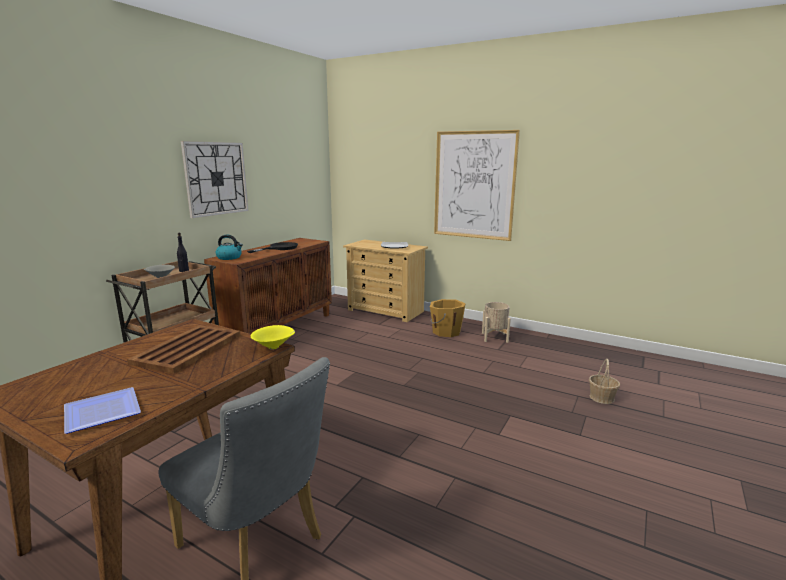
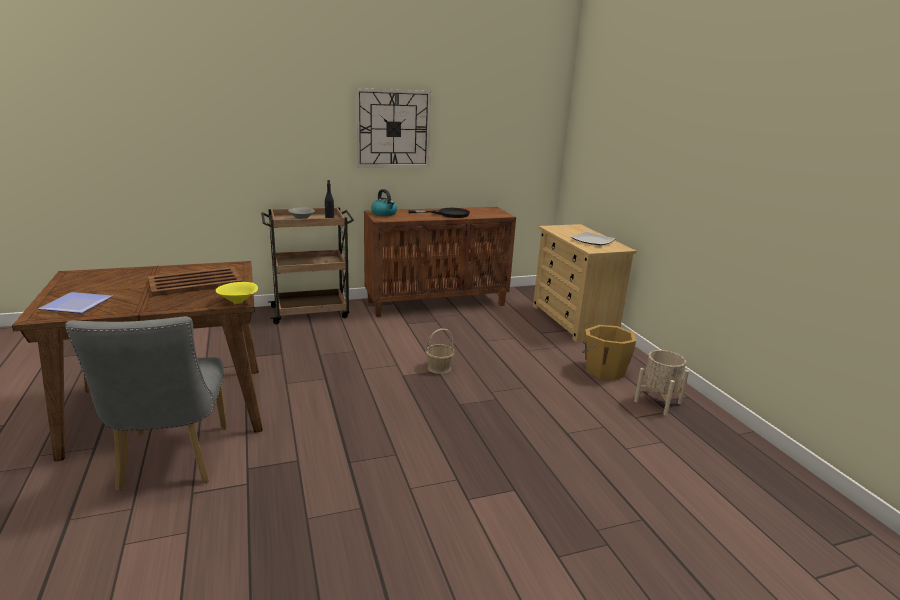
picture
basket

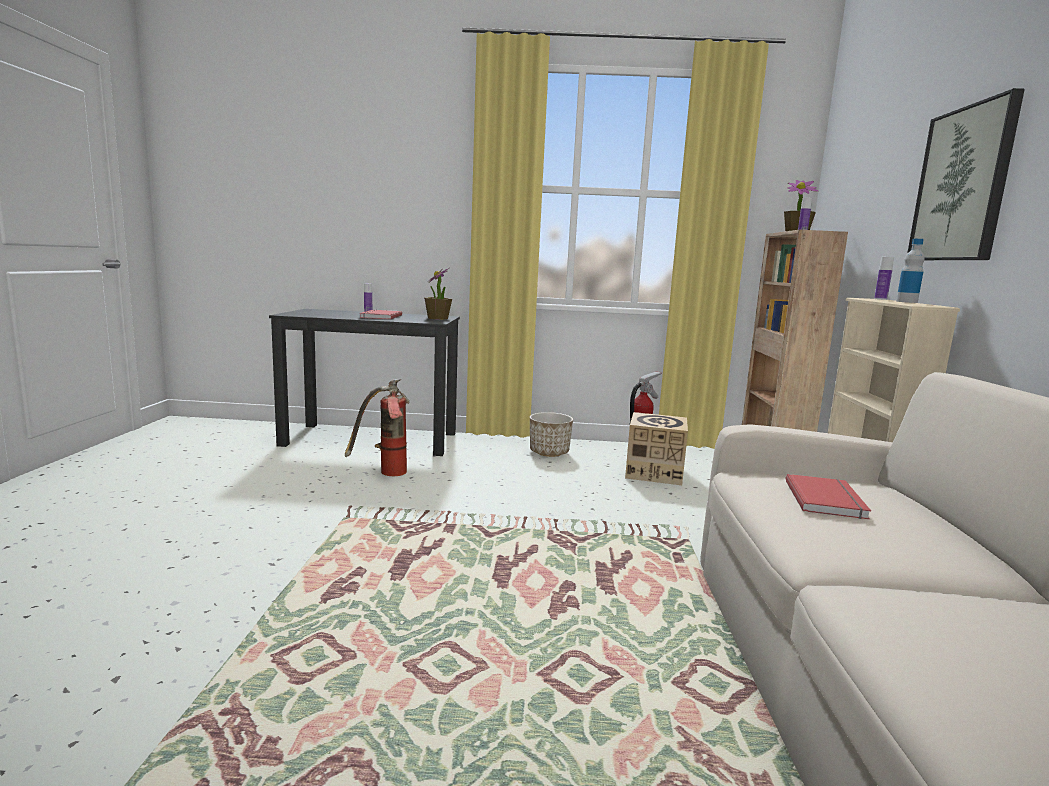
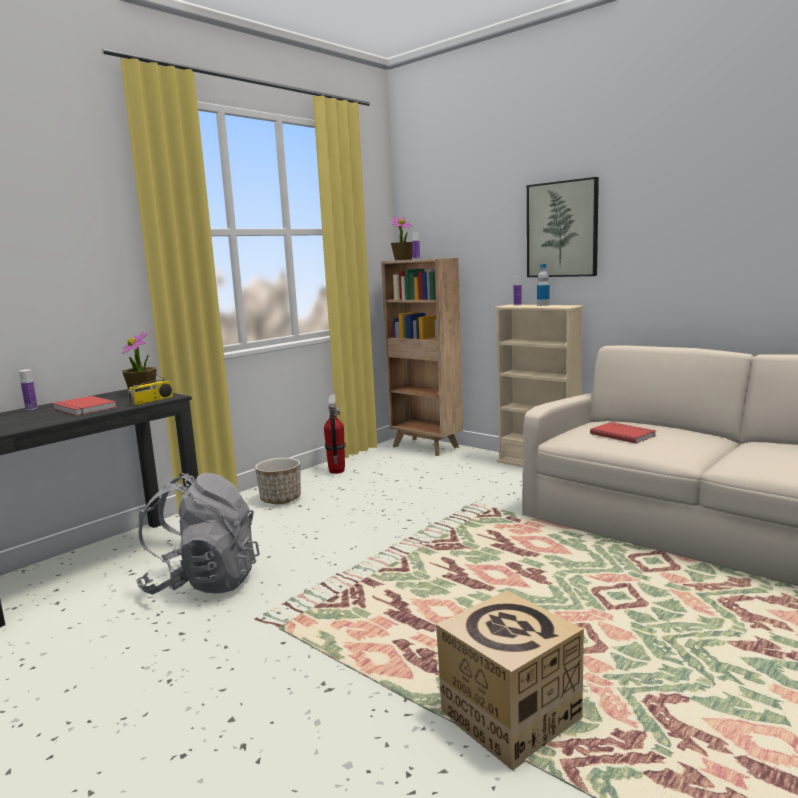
grey backpack
cardboard box
radio

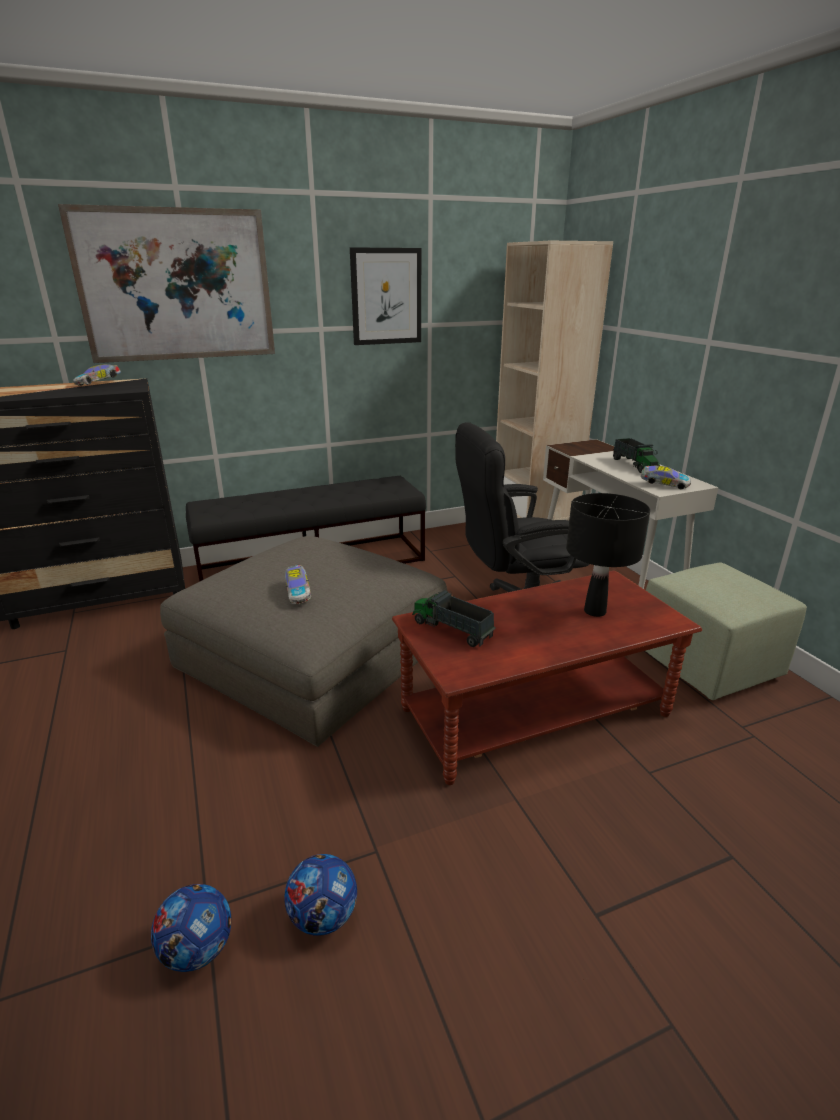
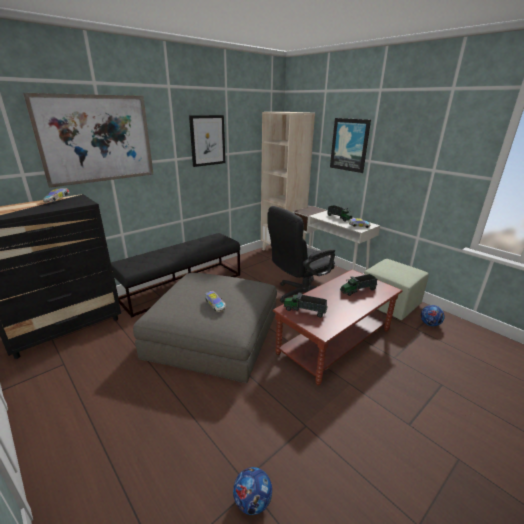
football (2nd from left)
toy truck (3rd from left)
picture (3rd from left)

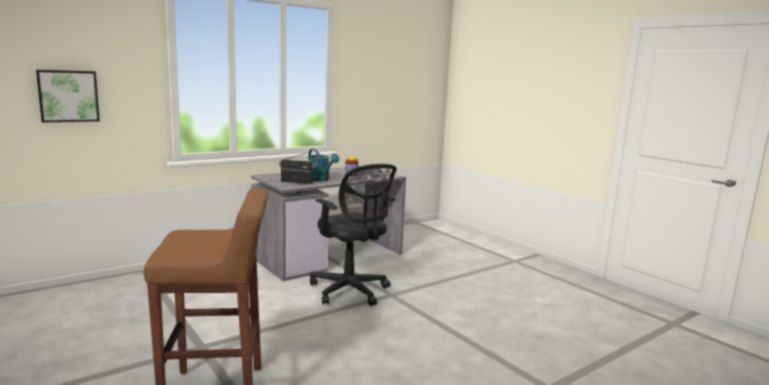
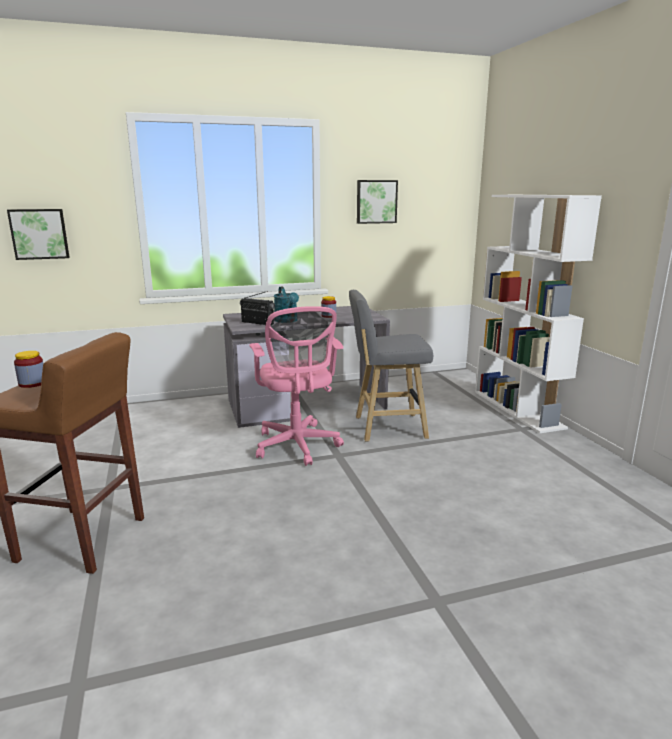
pink office chair
jar (1st from left)
grey stool
picture (2nd from left)
white bookcase

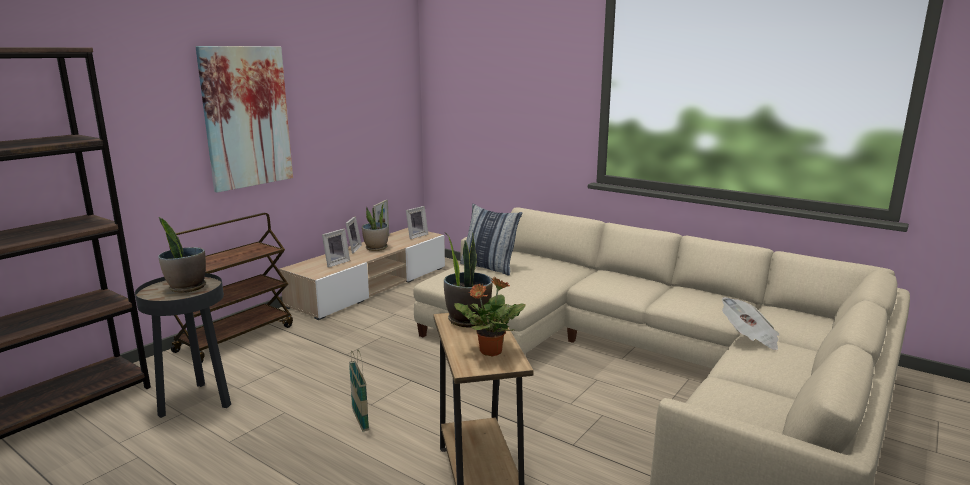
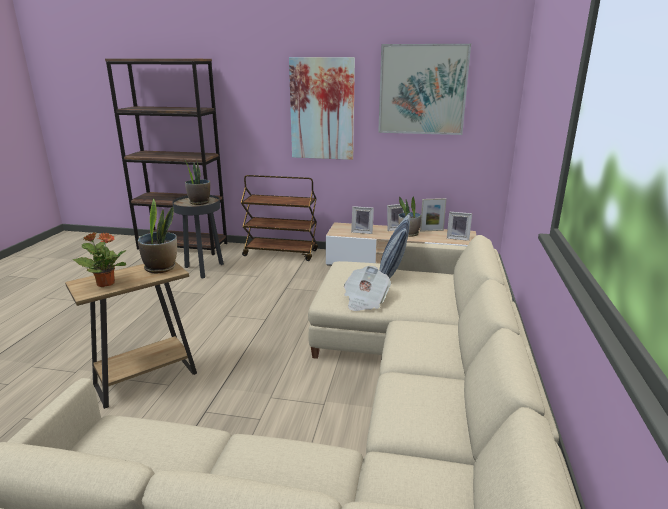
basket
newspaper
picture (2nd from left)

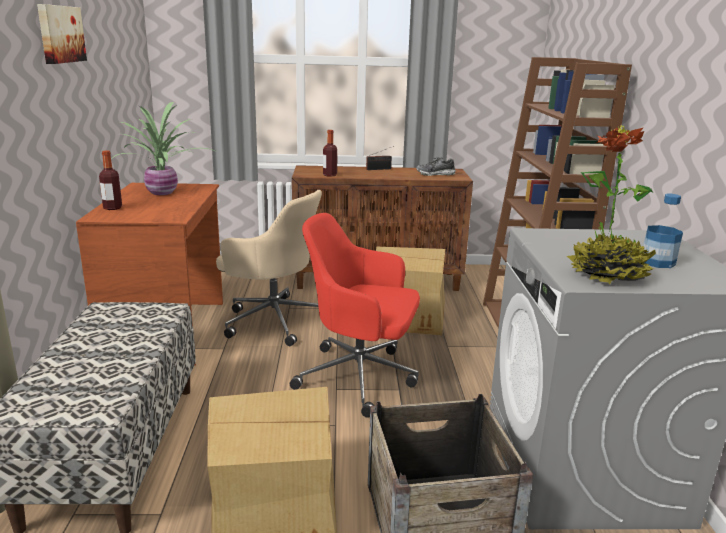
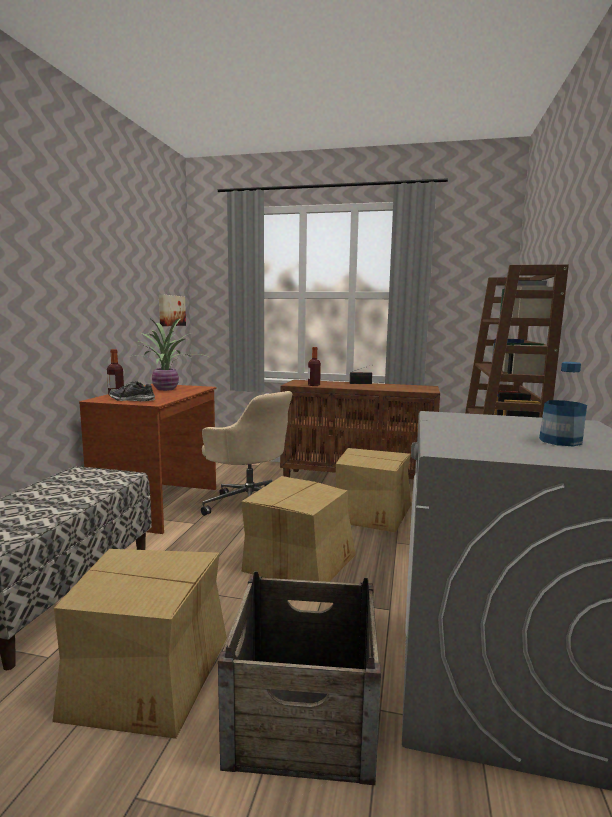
picture
cardboard box (2nd from left)
shoe
potted plant (2nd from left in the first image)

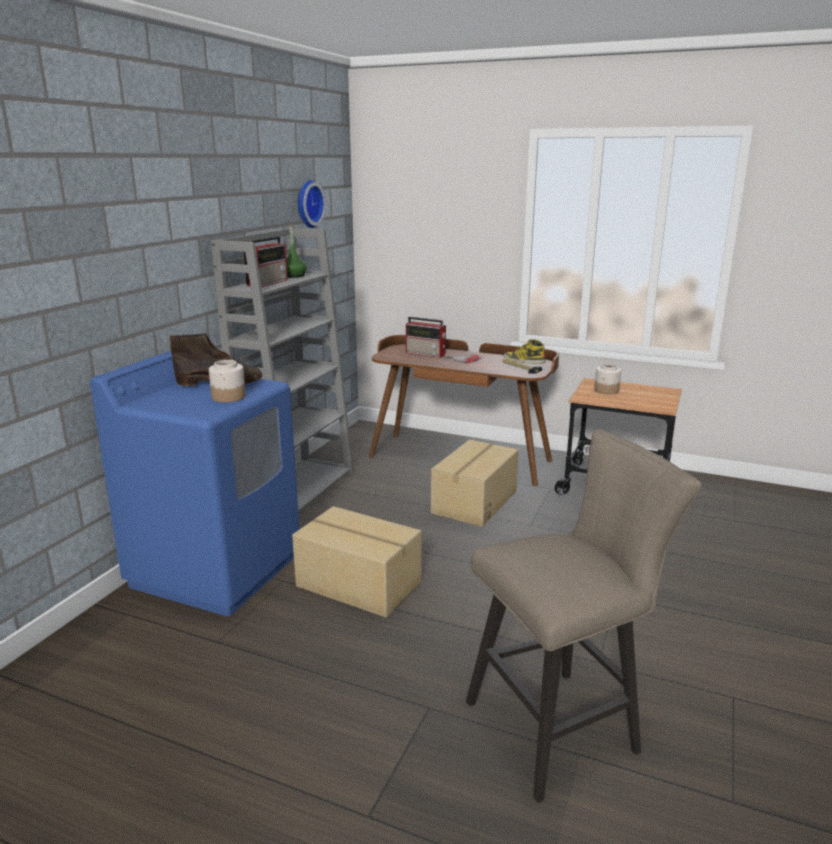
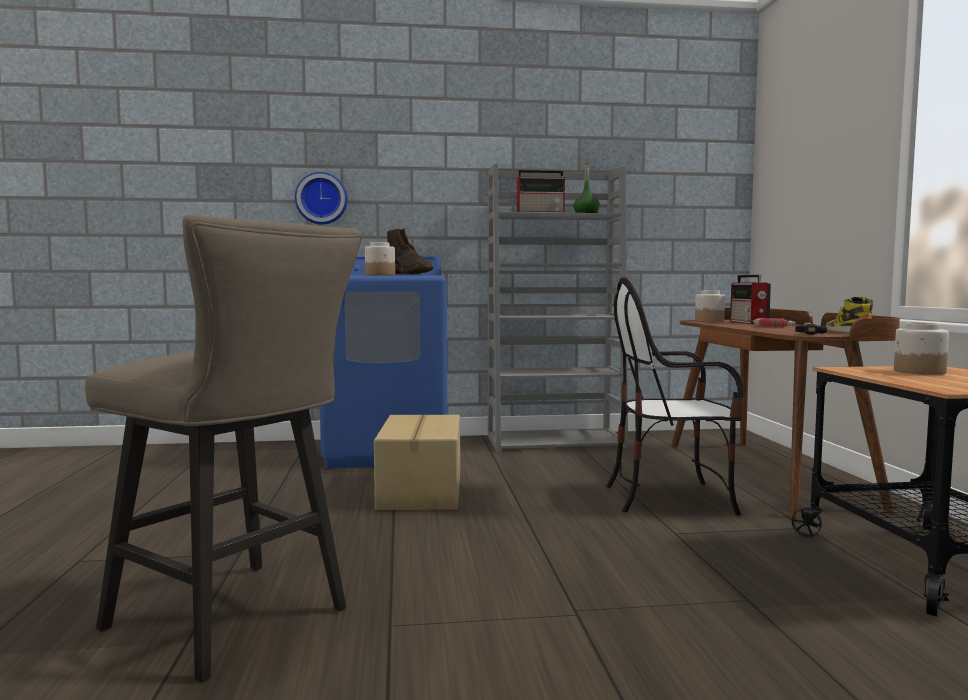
wall clock
chair
jar (2nd from left)

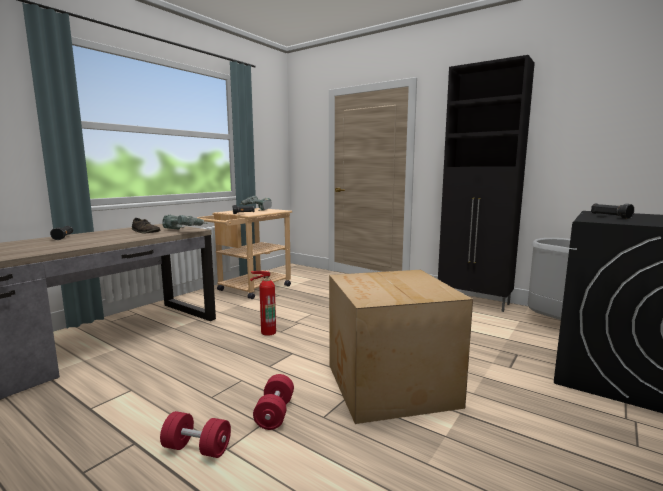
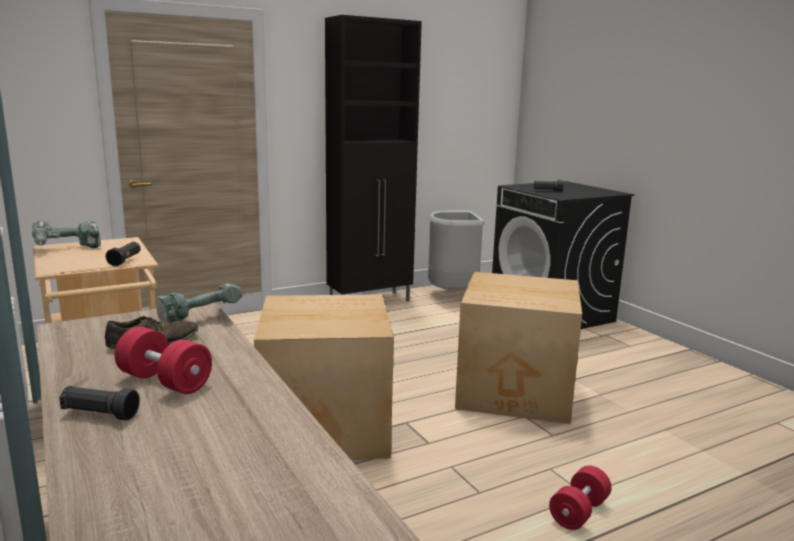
cardboard box (1st from left)
red dumbbell (1st from left)

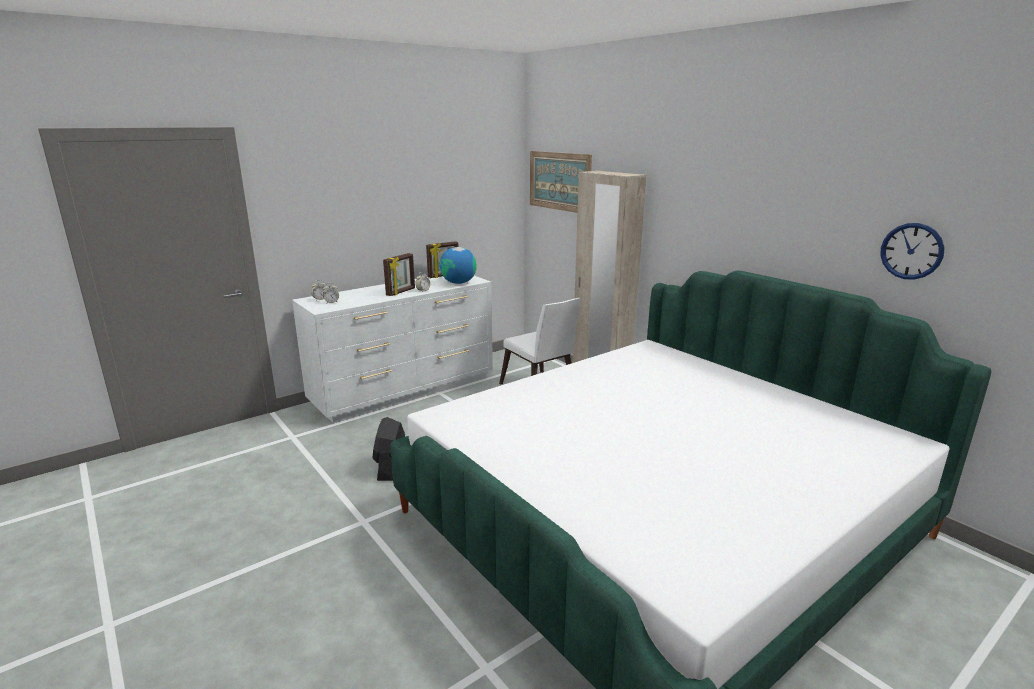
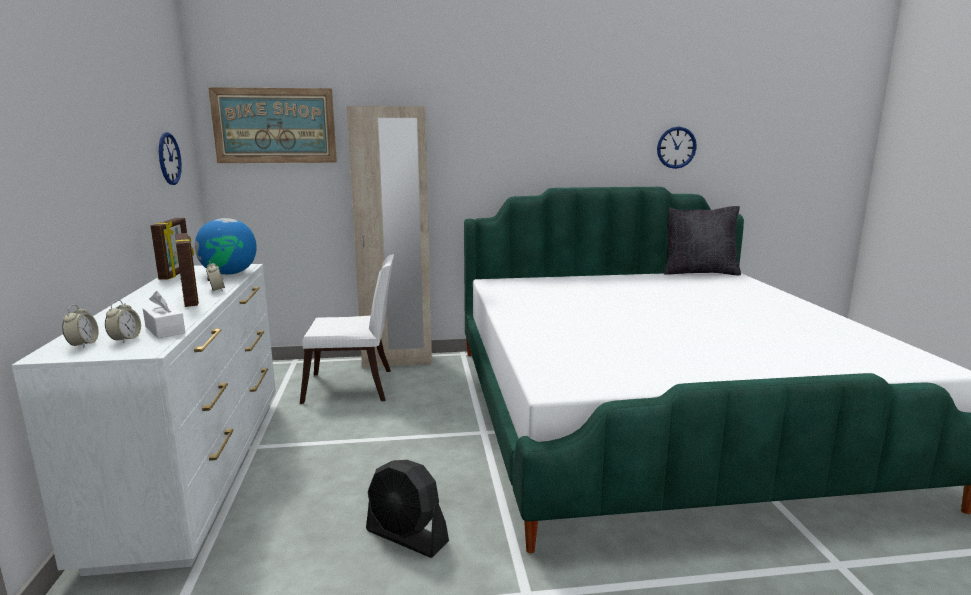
white tissue box
wall clock (1st from left)
black pillow

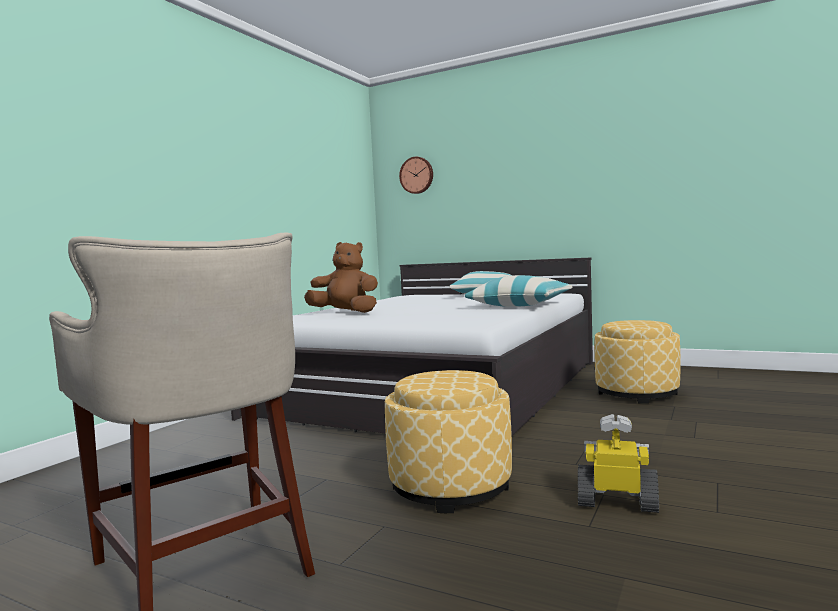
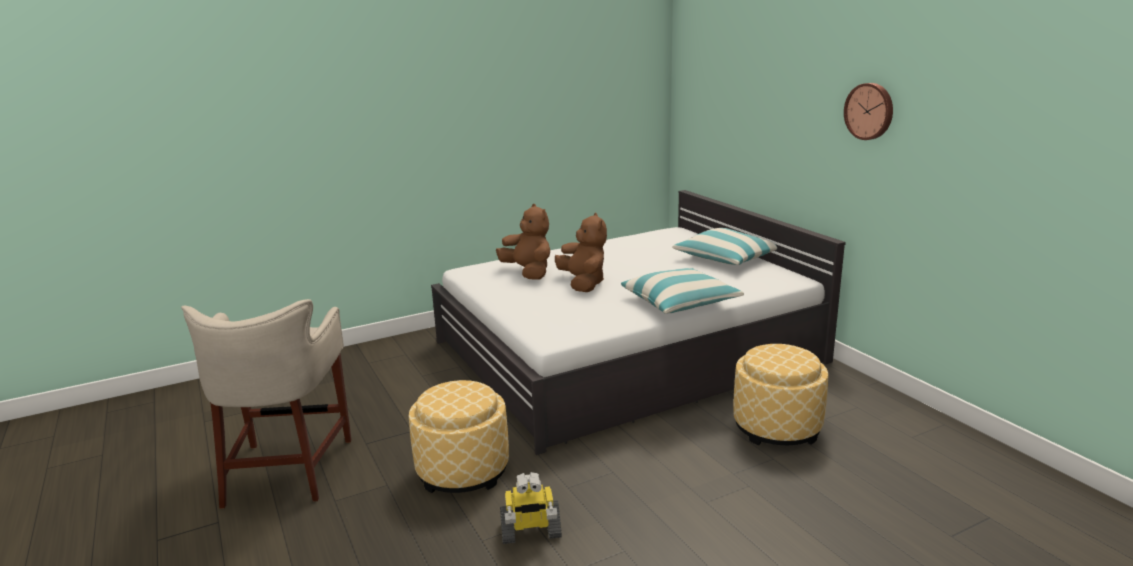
wall clock
toy robot
brown plush toy (2nd from left)

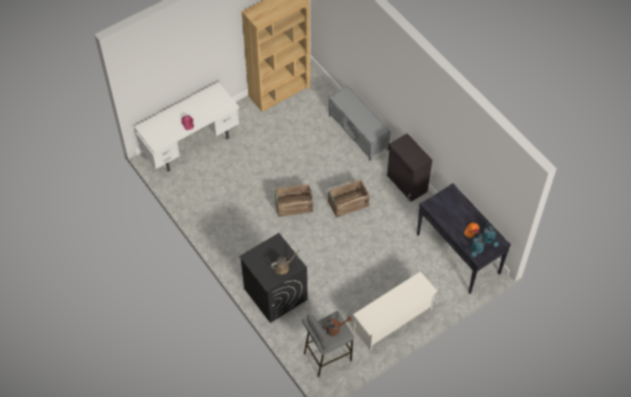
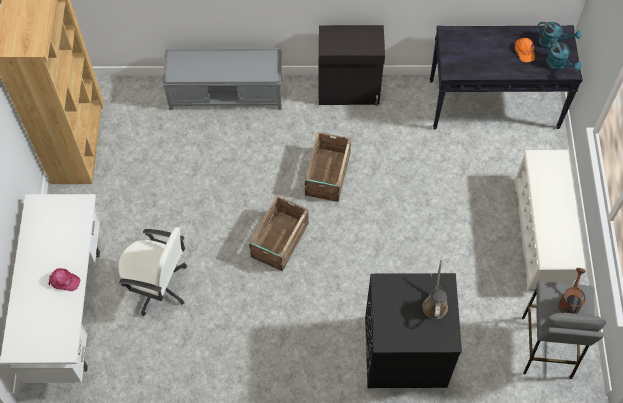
white office chair

